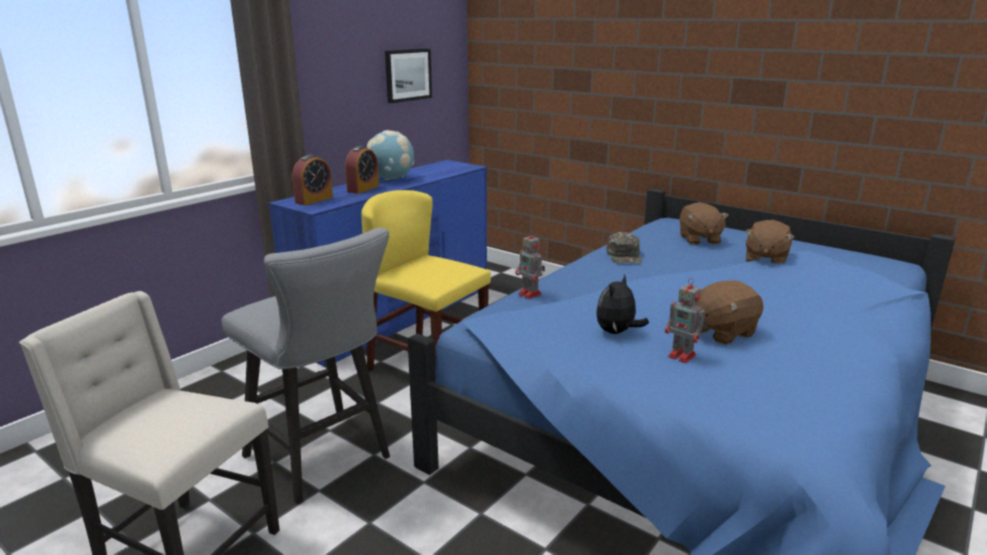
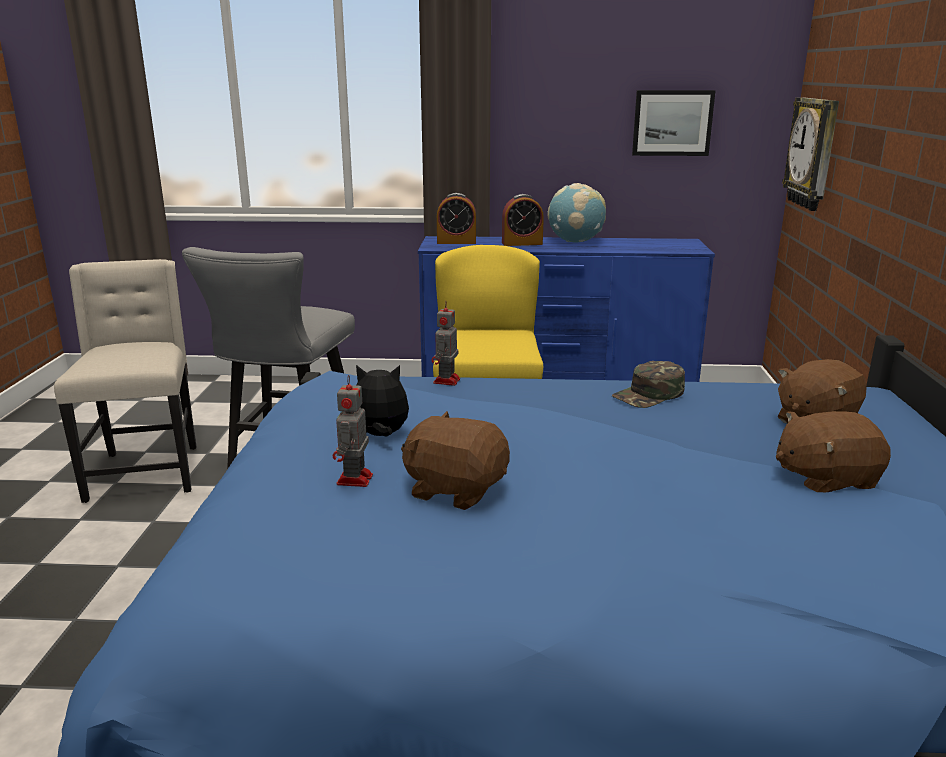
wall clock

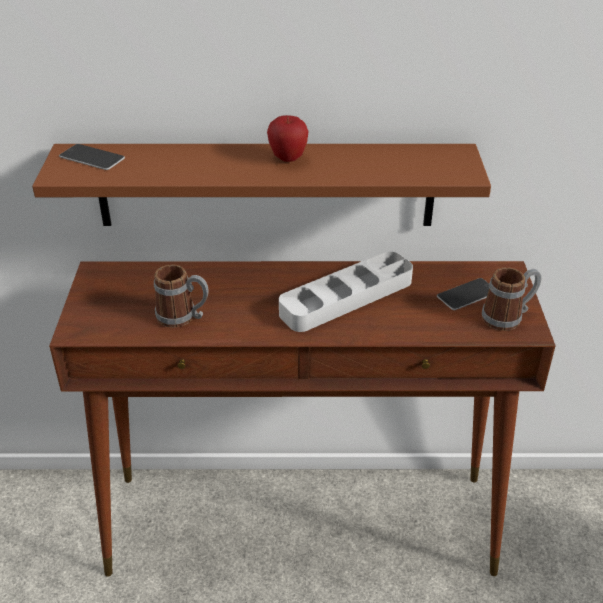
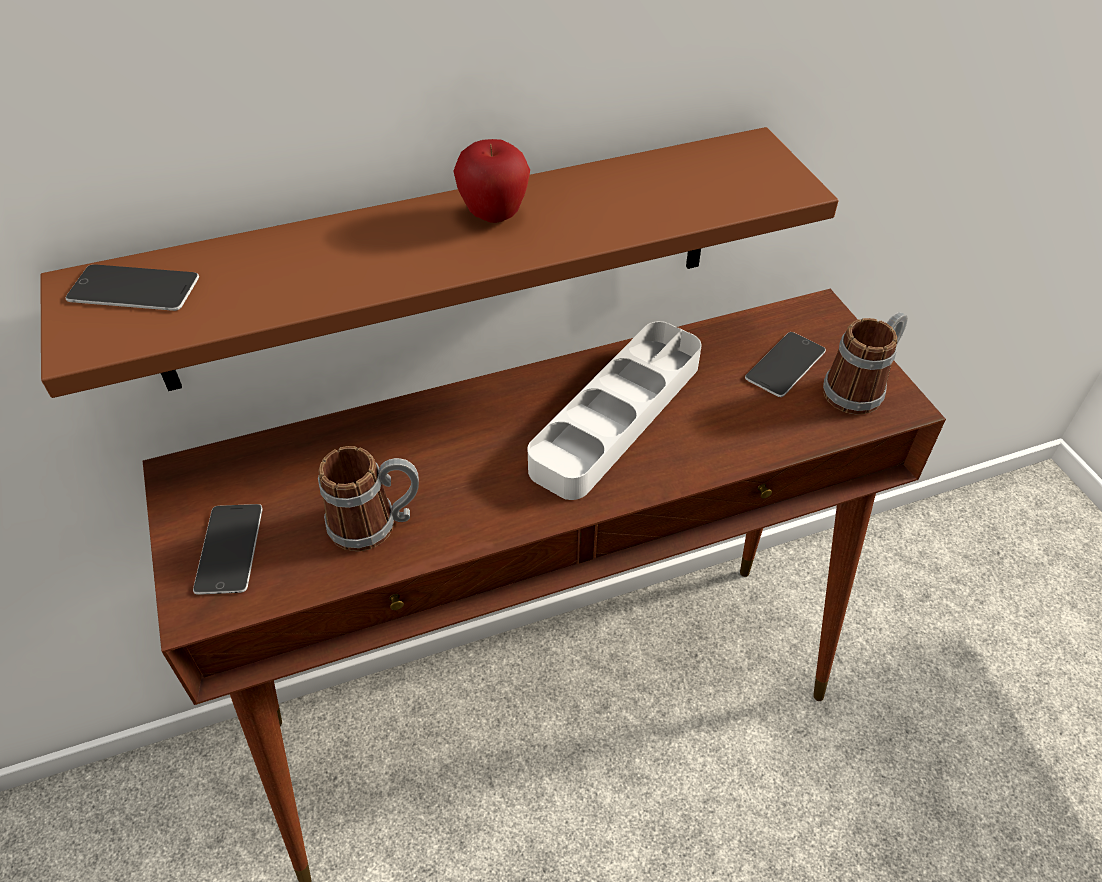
phone (2nd from left)

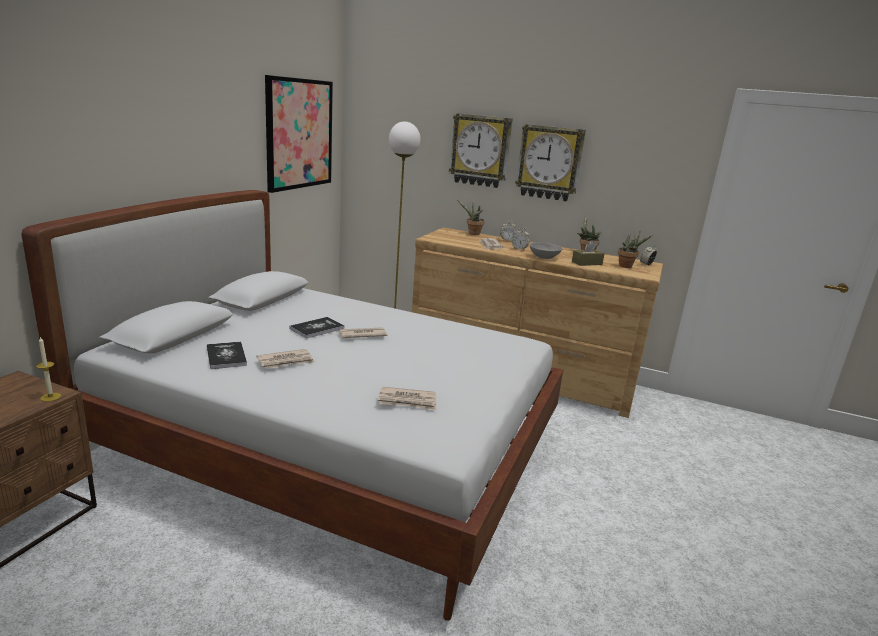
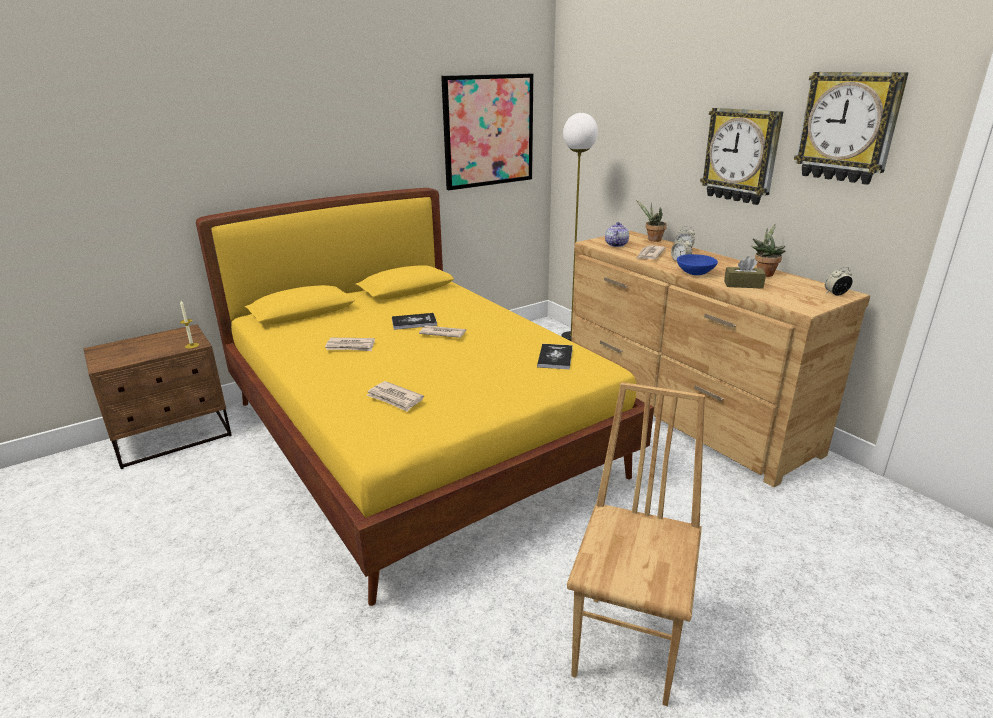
yellow bed
book (2nd from left)
wall clock (2nd from left)
blue bowl
potted plant (3rd from left in the first image)
brown chair
teapot

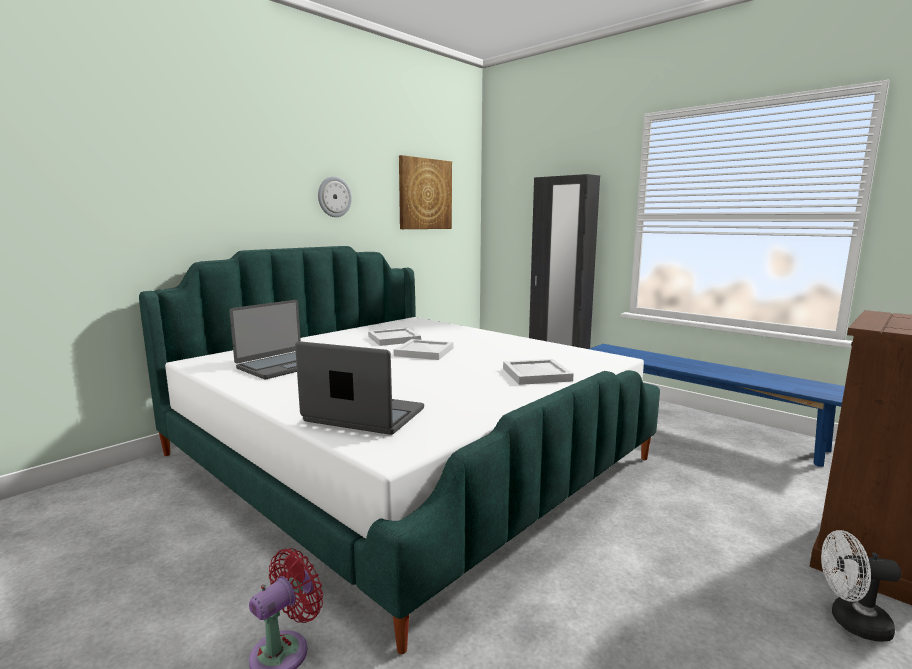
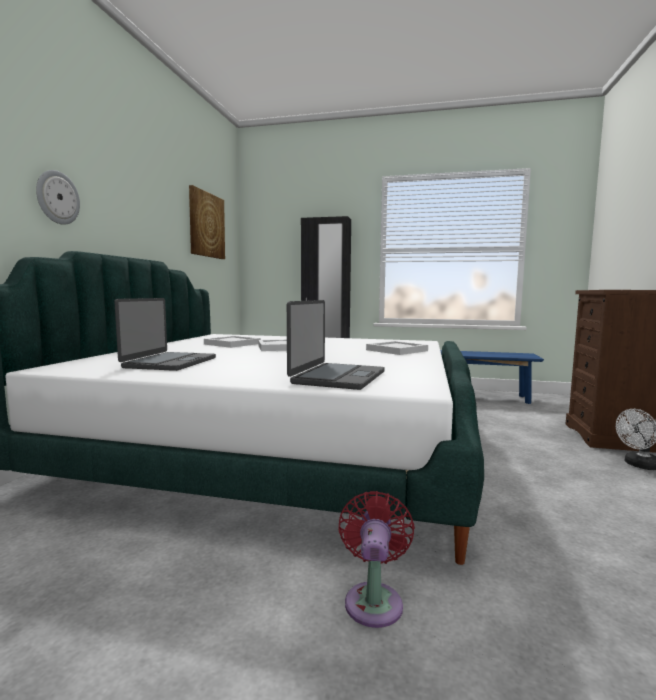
laptop (2nd from left)
wall clock

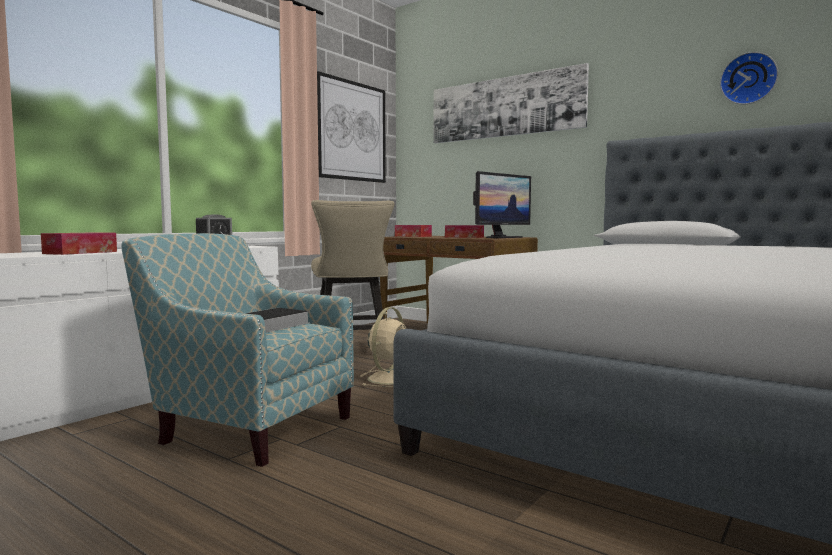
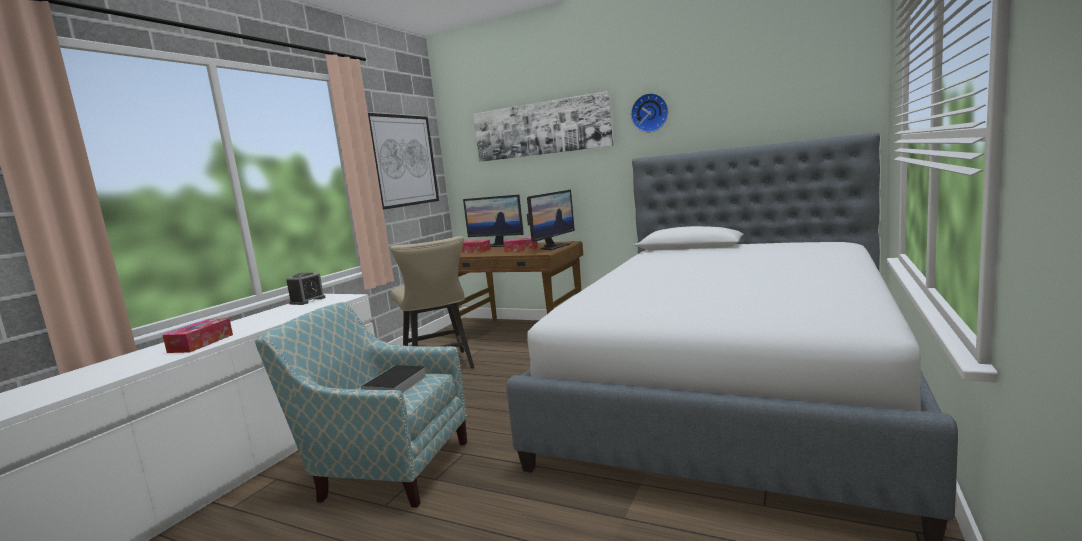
beige fan
wall clock
monitor (1st from left)

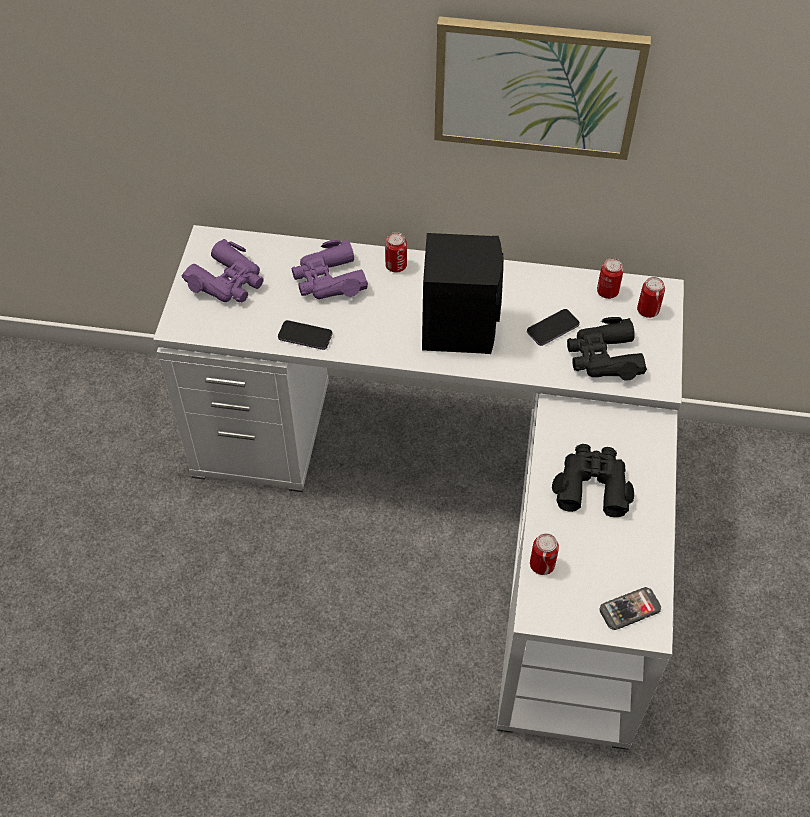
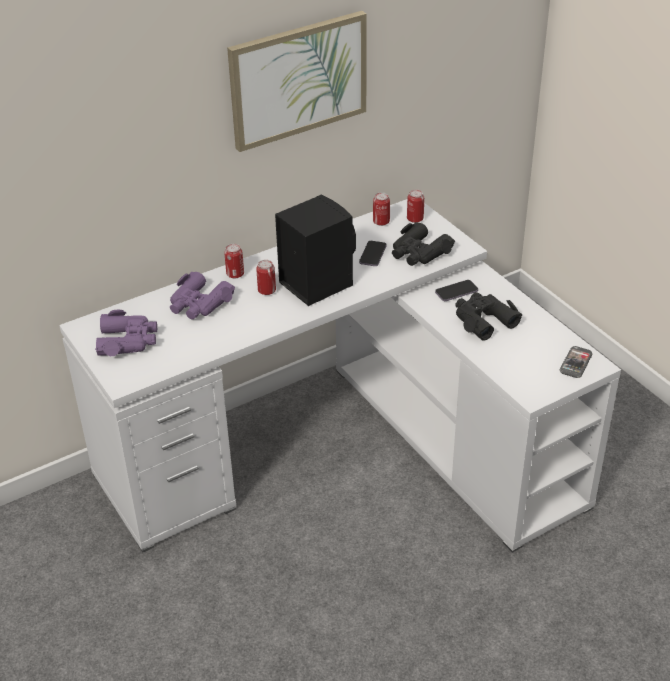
phone (2nd from left)
can (2nd from left)

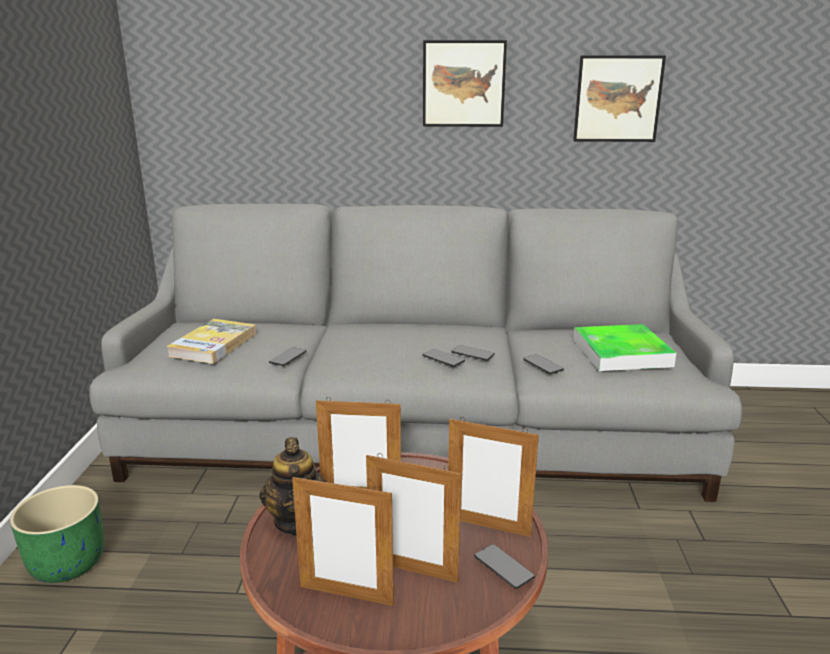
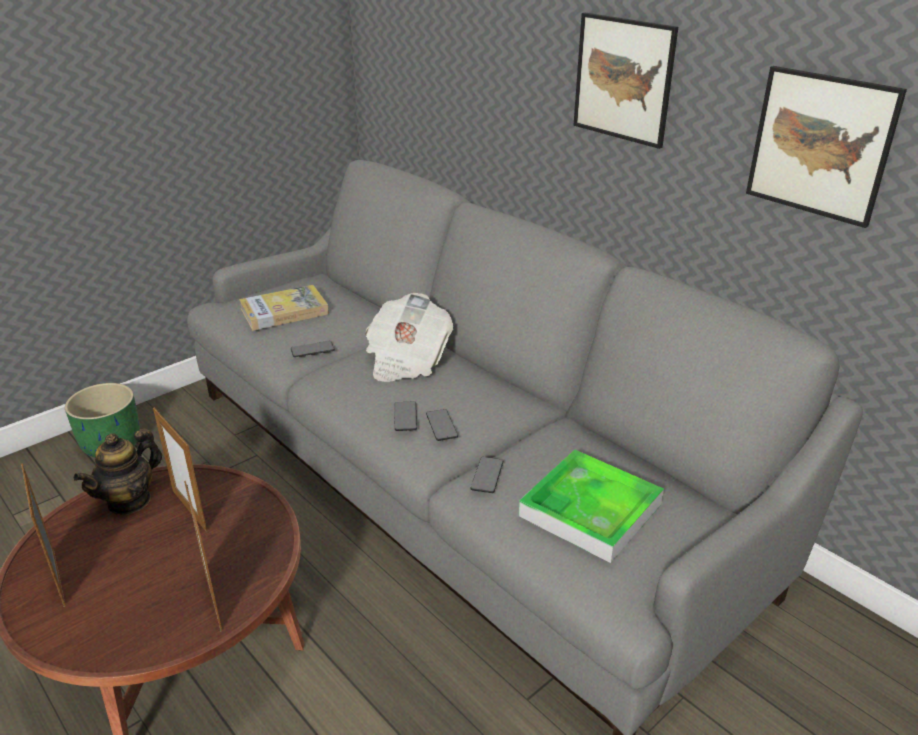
picture frame (3rd from left in the first image)
phone (4th from left in the first image)
newspaper

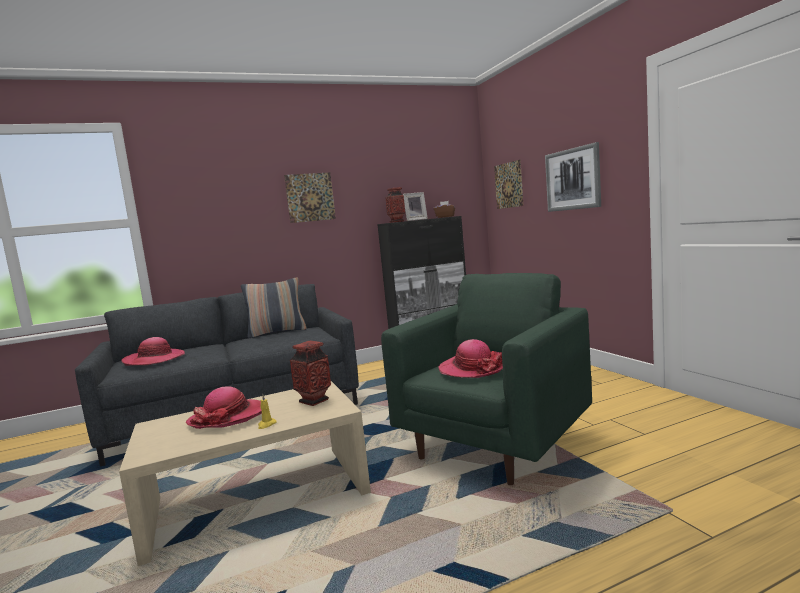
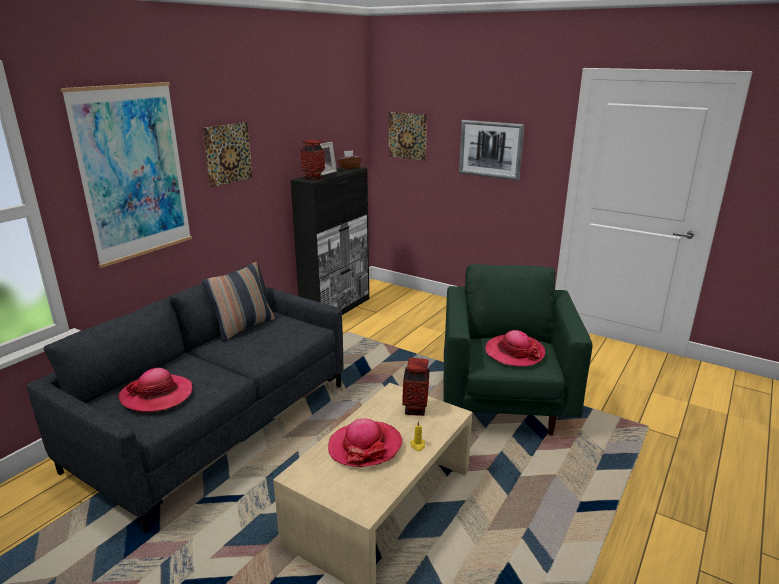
picture (1st from left)

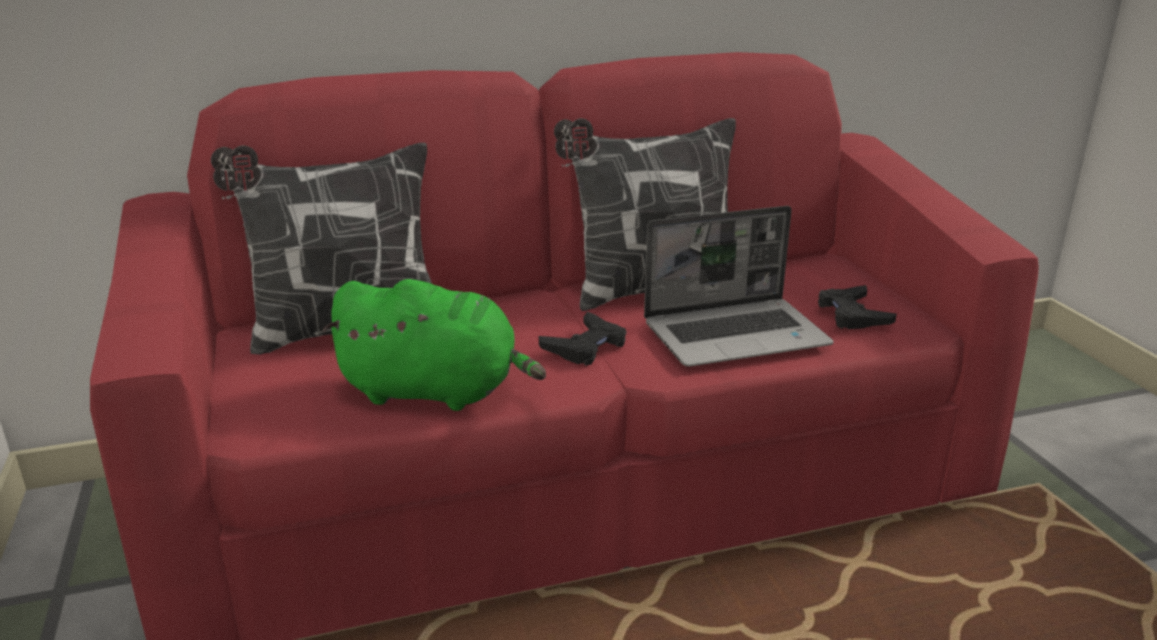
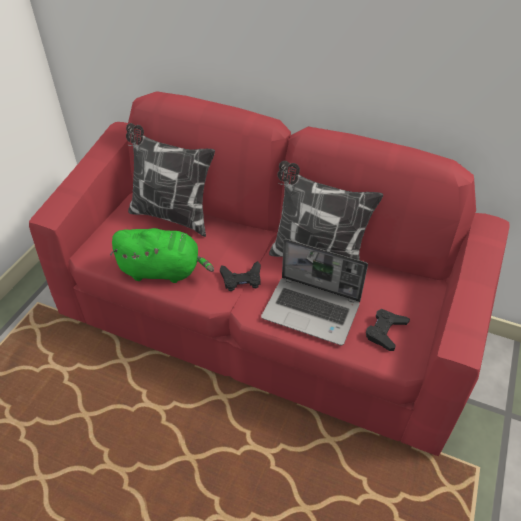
green plush toy

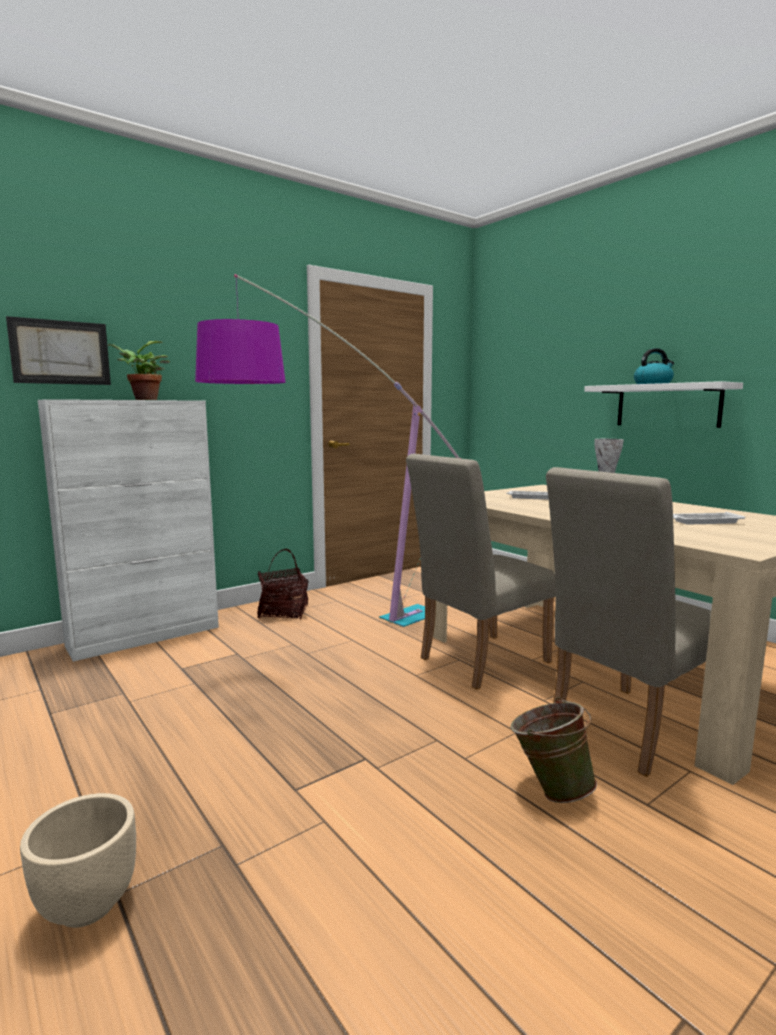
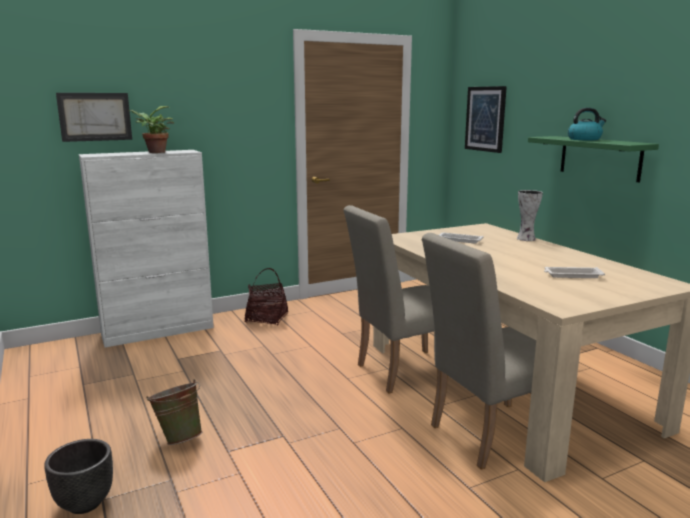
black planter
floor lamp
green bucket
green shelf
picture (2nd from left)

